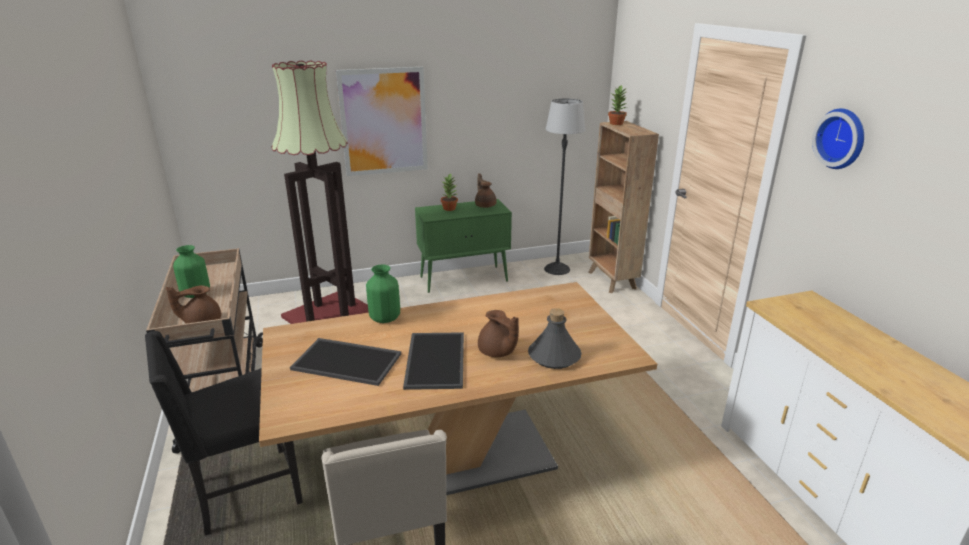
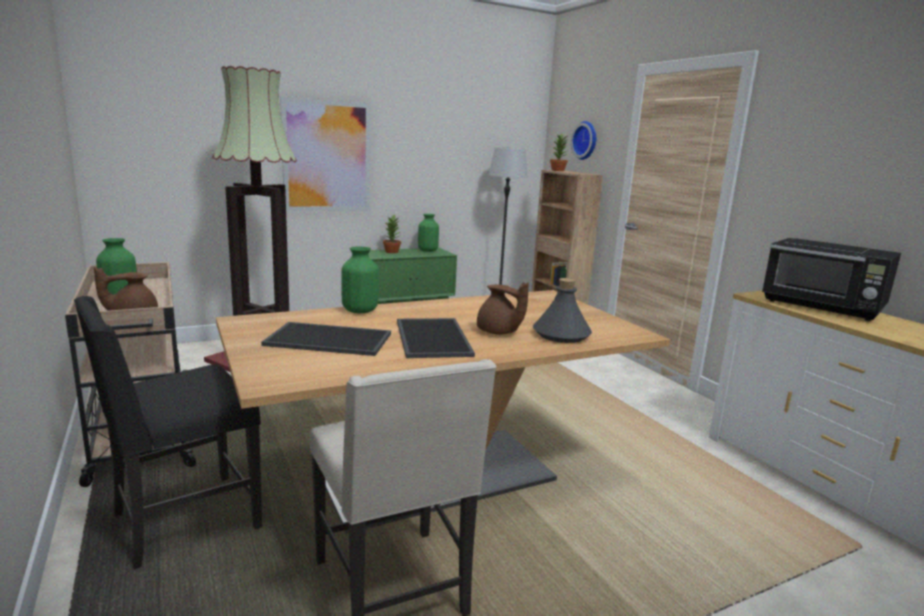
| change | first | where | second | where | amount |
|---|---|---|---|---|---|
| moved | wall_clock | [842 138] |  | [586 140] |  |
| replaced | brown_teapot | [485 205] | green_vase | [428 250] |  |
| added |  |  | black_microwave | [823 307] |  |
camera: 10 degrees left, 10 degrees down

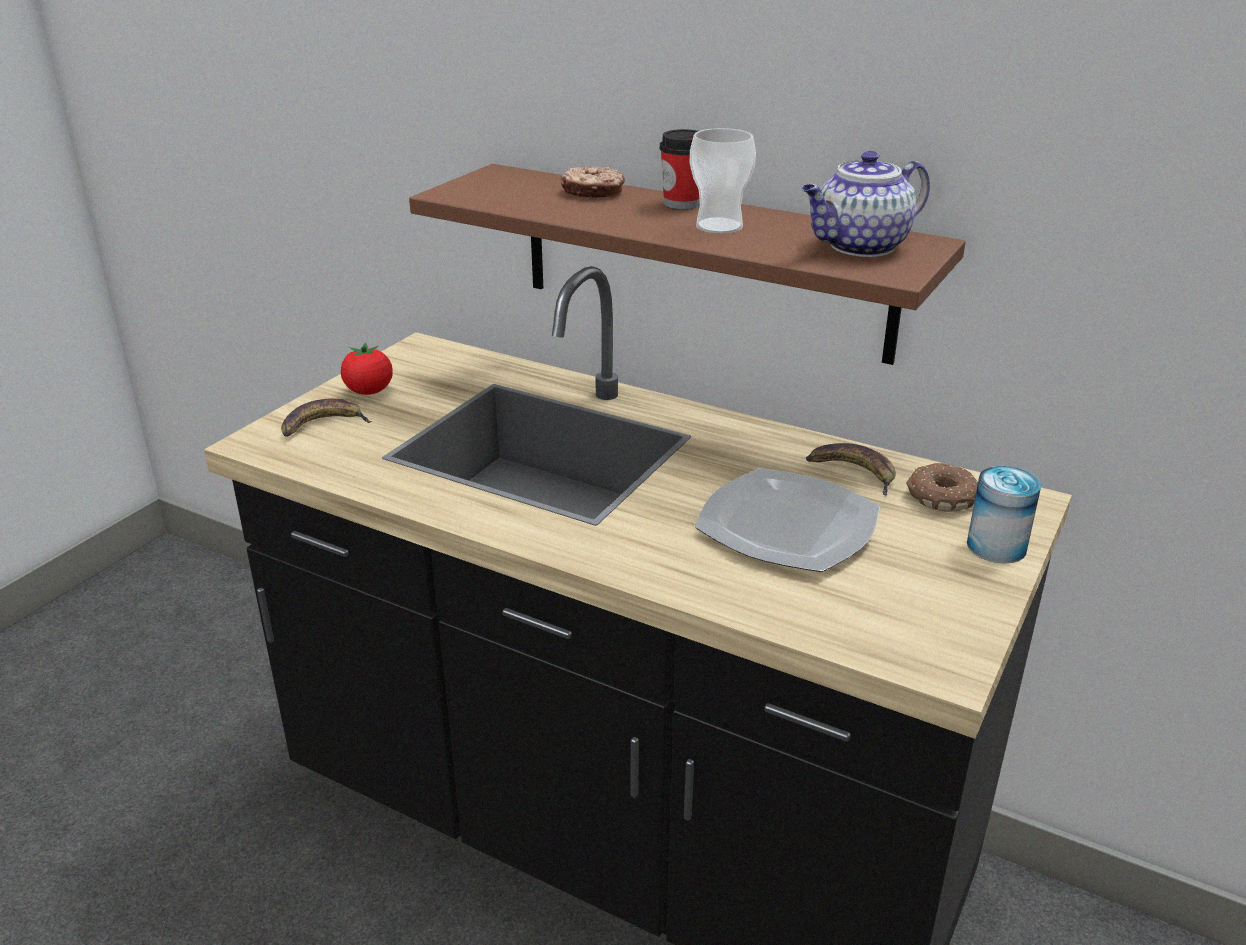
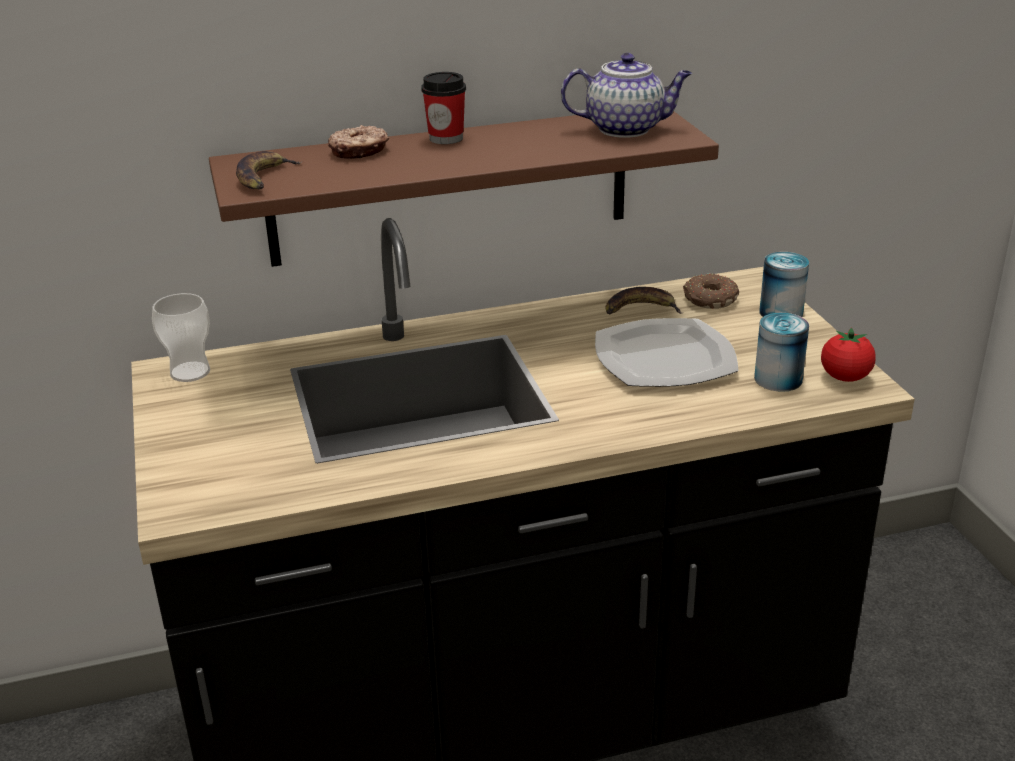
| change | first | where | second | where | amount |
|---|---|---|---|---|---|
| moved | cup | [719 226] |  | [190 372] |  |
| turned | teapot | [860 247] |  | [626 129] | 105 degrees counterclockwise |
| moved | tomato | [369 391] |  | [845 377] |  |
| moved | banana | [322 425] |  | [264 177] |  |
| added |  |  | can | [778 379] |  |
camera: 45 degrees left, 0 degrees up

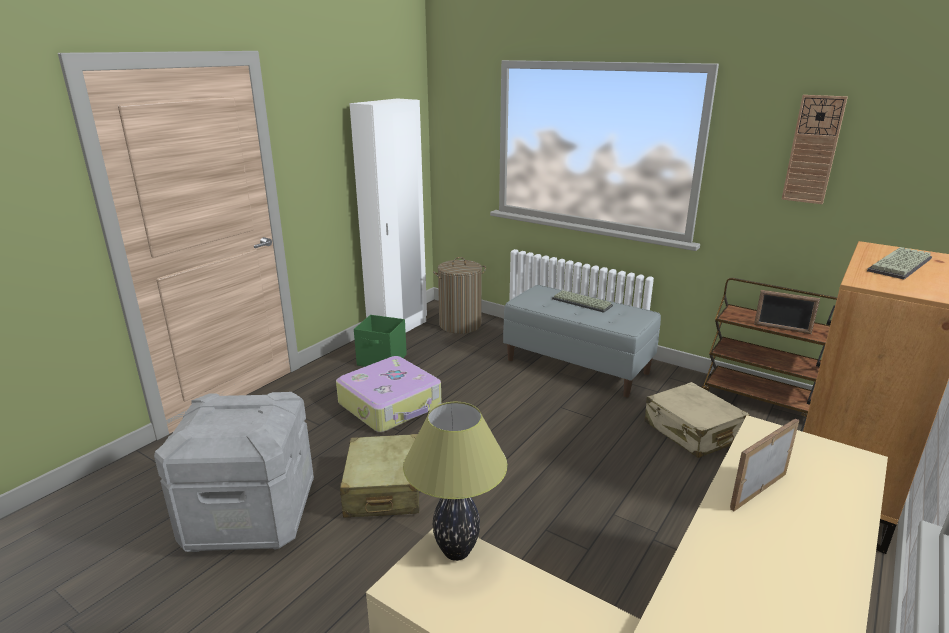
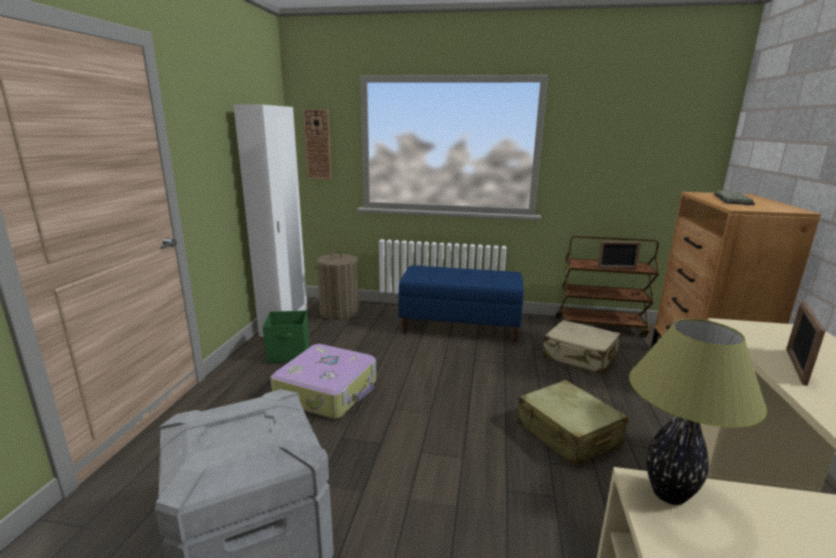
| change | first | where | second | where | amount |
|---|---|---|---|---|---|
| moved | wall_clock | [813 150] |  | [318 145] |  |
| recoloured | grey_bench | [577 366] | blue_bench | [460 327] |  |
| removed | keyboard | [583 302] |  |  |  |
| moved | beige_suitcase | [384 489] |  | [568 434] |  |
camera: 25 degrees left, 5 degrees down

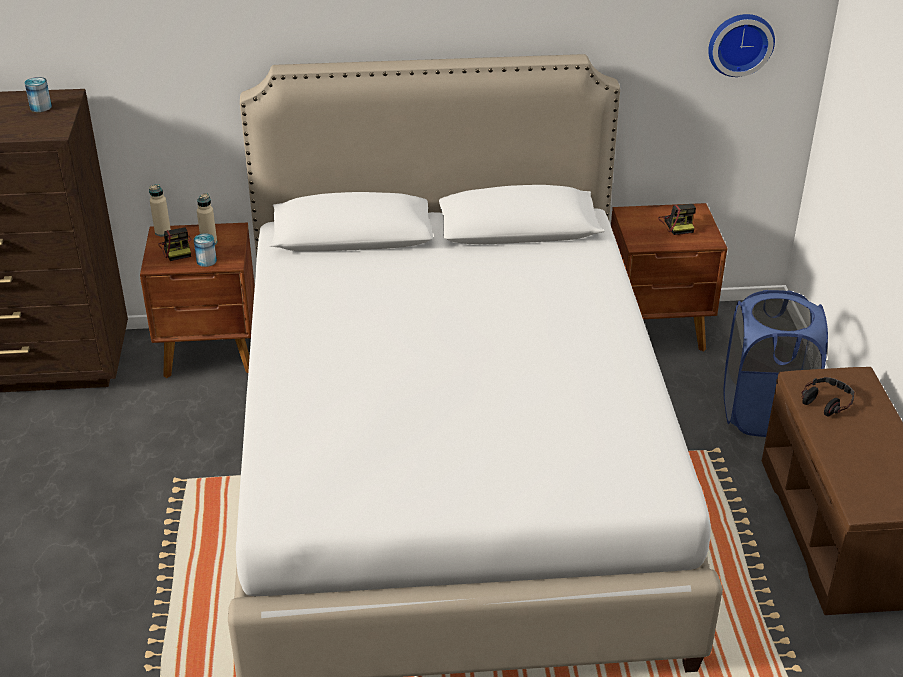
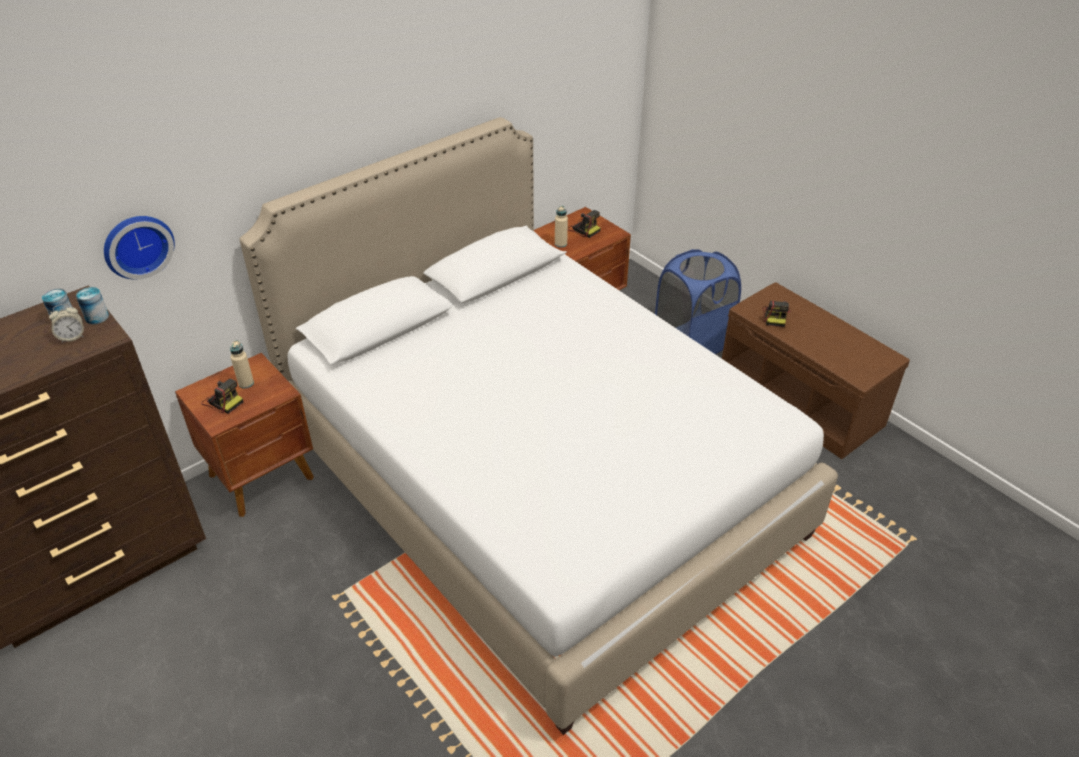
| change | first | where | second | where | amount |
|---|---|---|---|---|---|
| moved | wall_clock | [739 43] |  | [137 245] |  |
| moved | beige_bottle | [162 232] |  | [560 244] |  |
| moved | can | [206 261] |  | [97 317] |  |
| replaced | headphones | [826 401] | photo_camera | [775 316] |  |
| added |  |  | alarm_clock | [72 337] |  |
camera: 35 degrees left, 5 degrees up

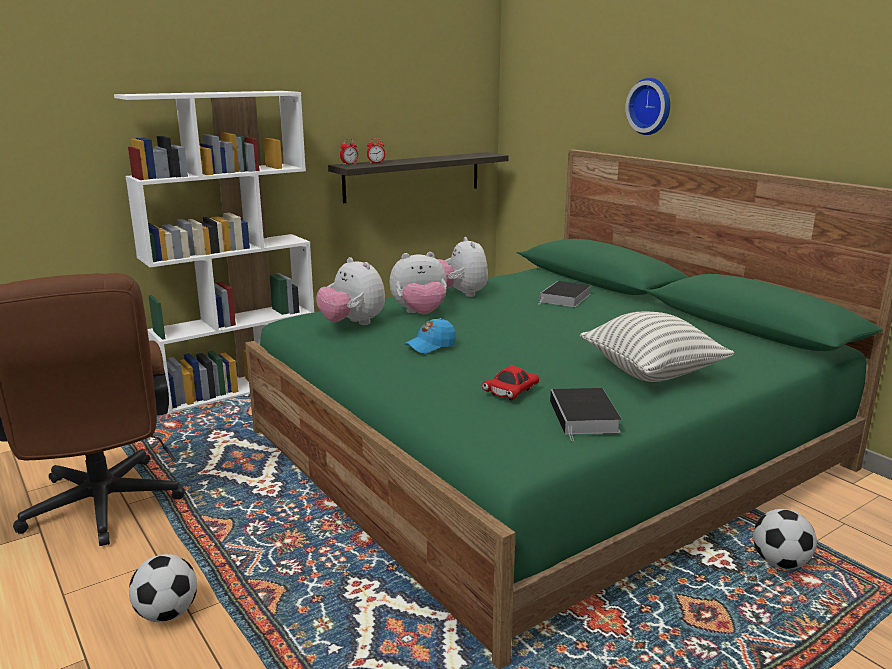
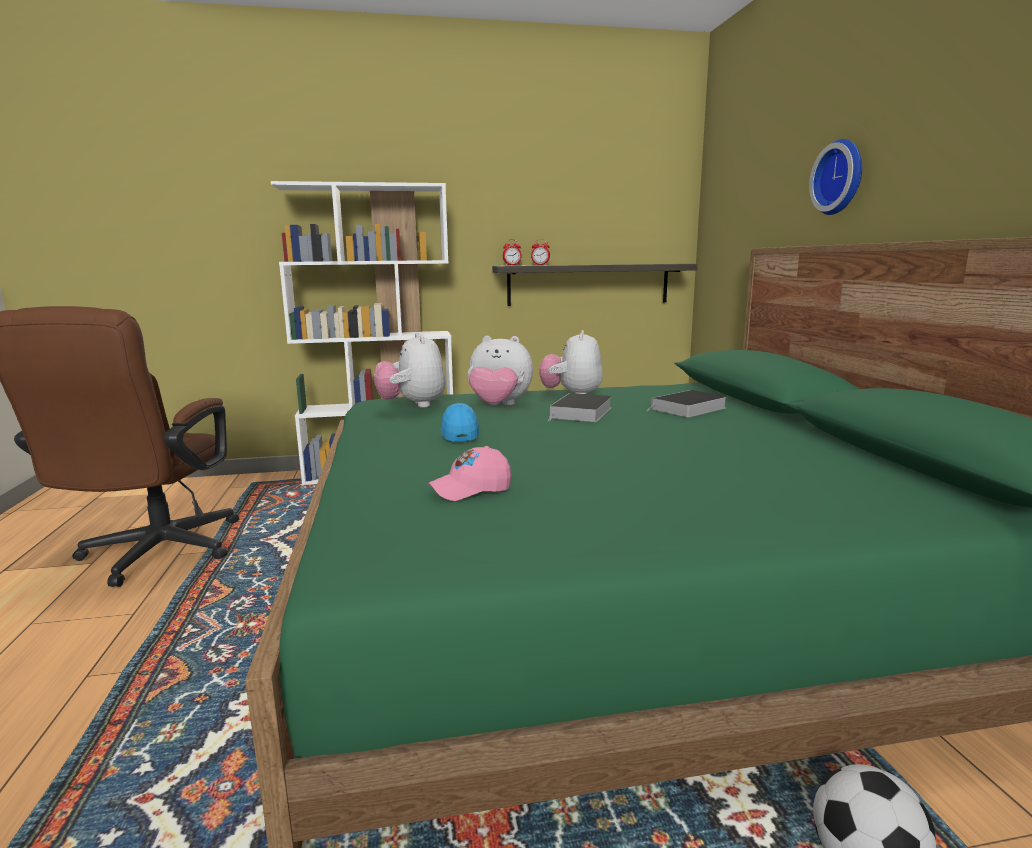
| change | first | where | second | where | amount |
|---|---|---|---|---|---|
| removed | pillow | [651 373] |  |  |  |
| turned | blue_cap | [431 346] |  | [459 433] | 90 degrees clockwise |
| replaced | red_toy_car | [511 393] | pink_cap | [470 489] |  |
| moved | book | [585 417] |  | [581 413] |  |
| removed | football | [167 613] |  |  |  |
camera: 25 degrees right, 5 degrees down

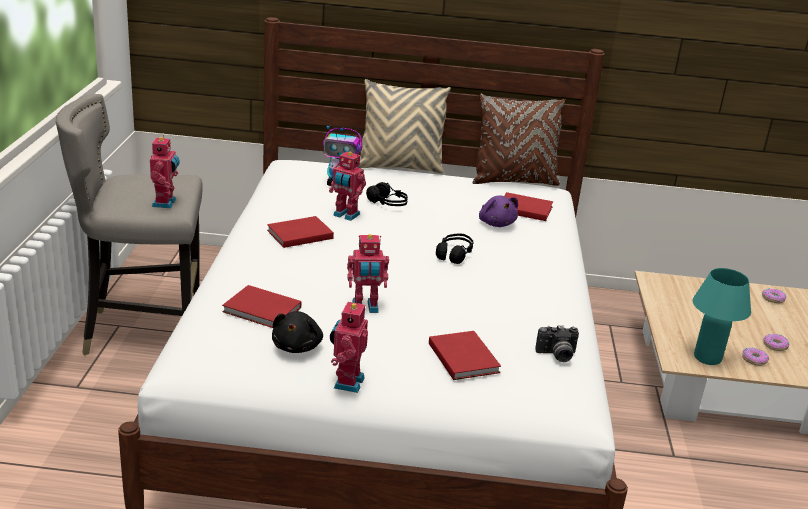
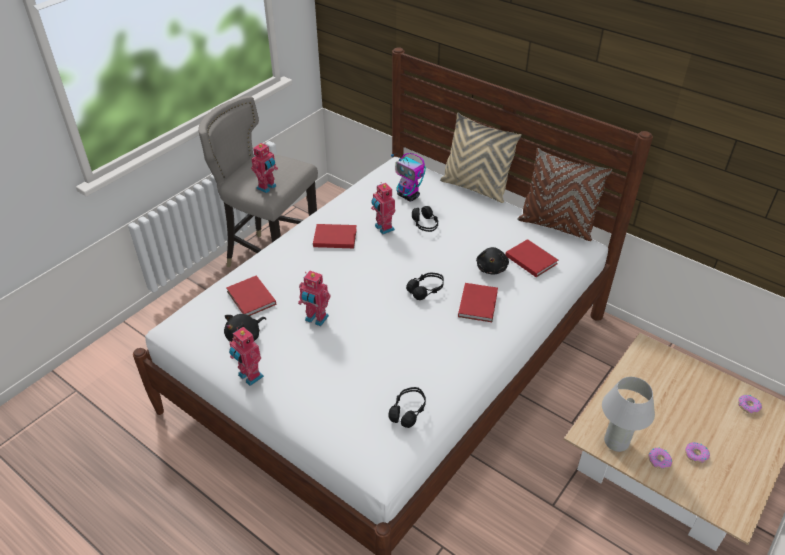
| change | first | where | second | where | amount |
|---|---|---|---|---|---|
| recoloured | purple_plush_toy | [496 223] | black_plush_toy | [491 268] |  |
| recoloured | turquoise_table_lamp | [707 358] | white_table_lamp | [616 442] |  |
| turned | toy_robot | [346 382] |  | [249 377] | 90 degrees counterclockwise |
| replaced | photo_camera | [556 355] | black_headphones | [408 411] |  |
| moved | red_book | [463 356] |  | [479 303] |  |
camera: 35 degrees right, 15 degrees up

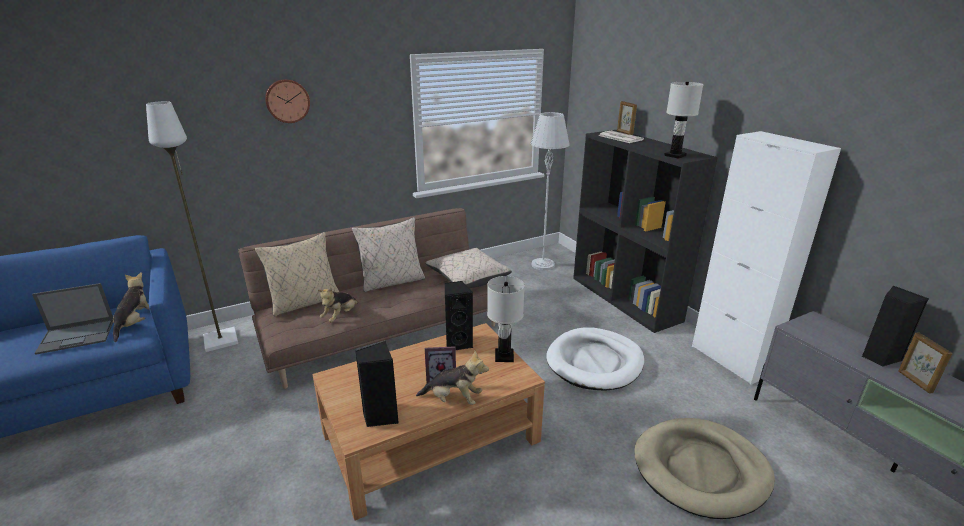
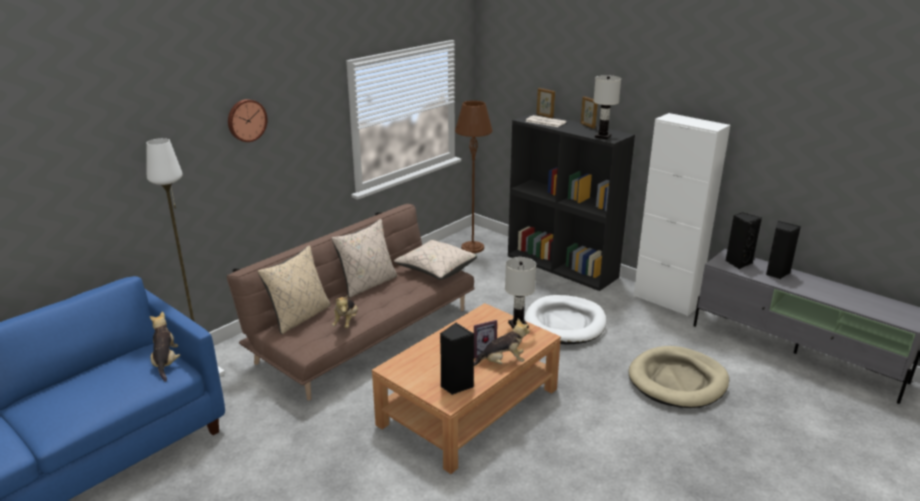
| change | first | where | second | where | amount |
|---|---|---|---|---|---|
| recoloured | grey_floor_lamp | [543 265] | brown_floor_lamp | [472 248] |  |
| moved | black_speaker | [458 343] |  | [738 263] |  |
| removed | laptop | [78 336] |  |  |  |
| moved | picture_frame | [914 382] |  | [587 126] |  |
camera: 20 degrees left, 0 degrees up

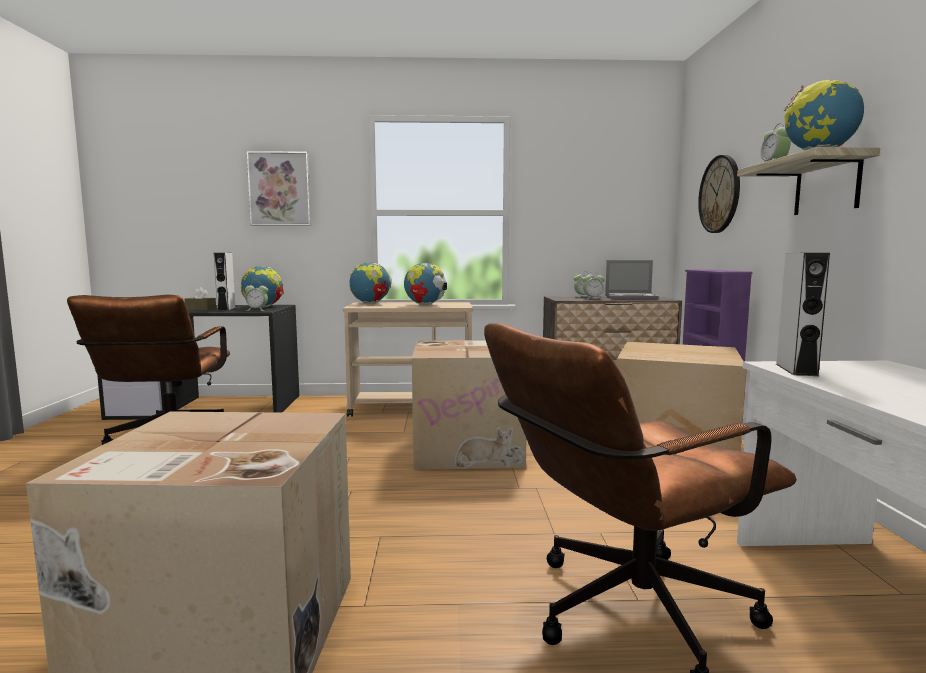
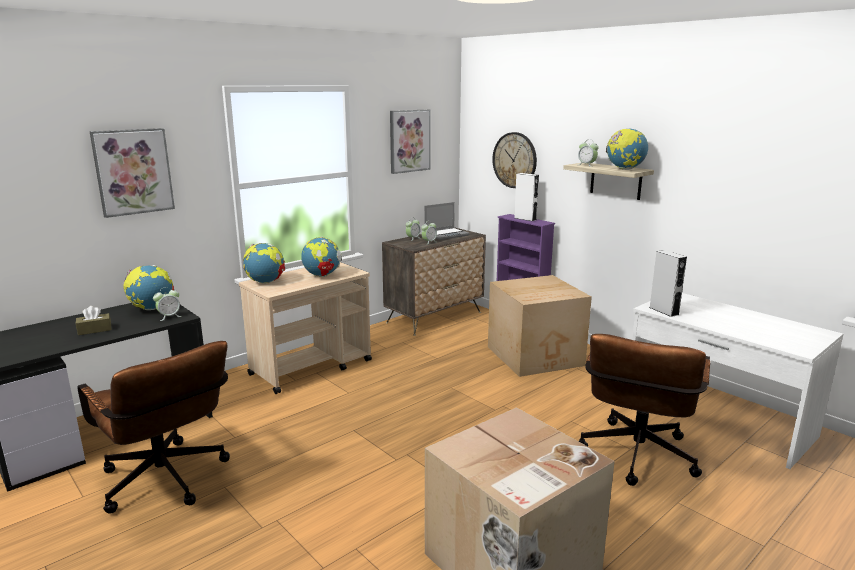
| change | first | where | second | where | amount |
|---|---|---|---|---|---|
| moved | white_speaker | [226 309] |  | [525 219] |  |
| removed | cardboard_box | [469 448] |  |  |  |
| added |  |  | picture | [409 141] |  |
camera: 40 degrees left, 10 degrees up

